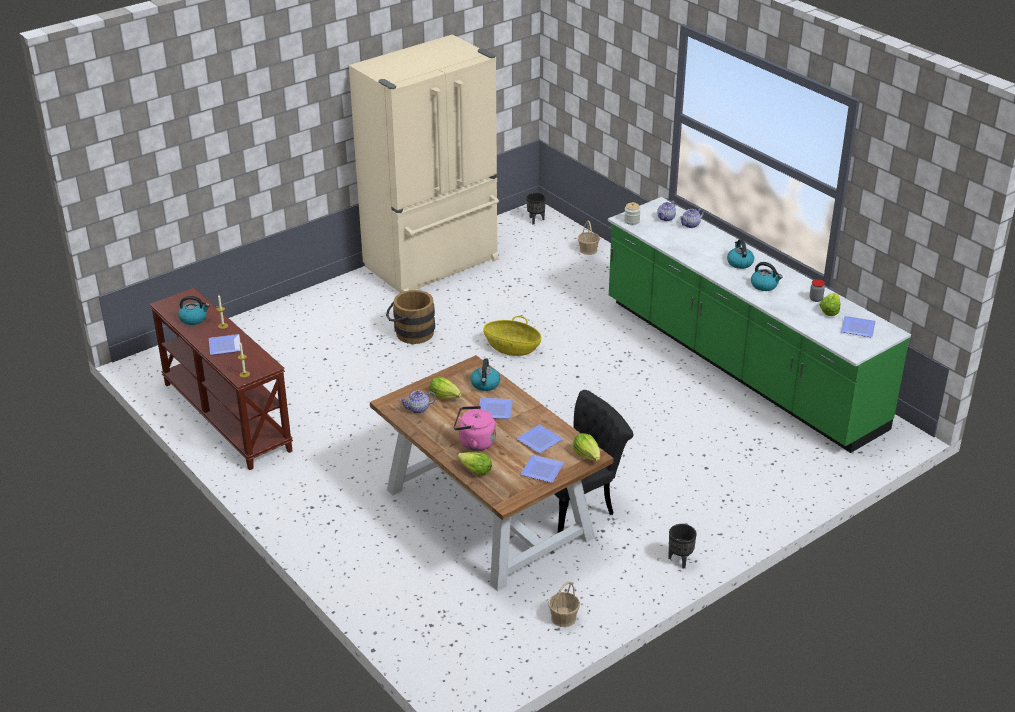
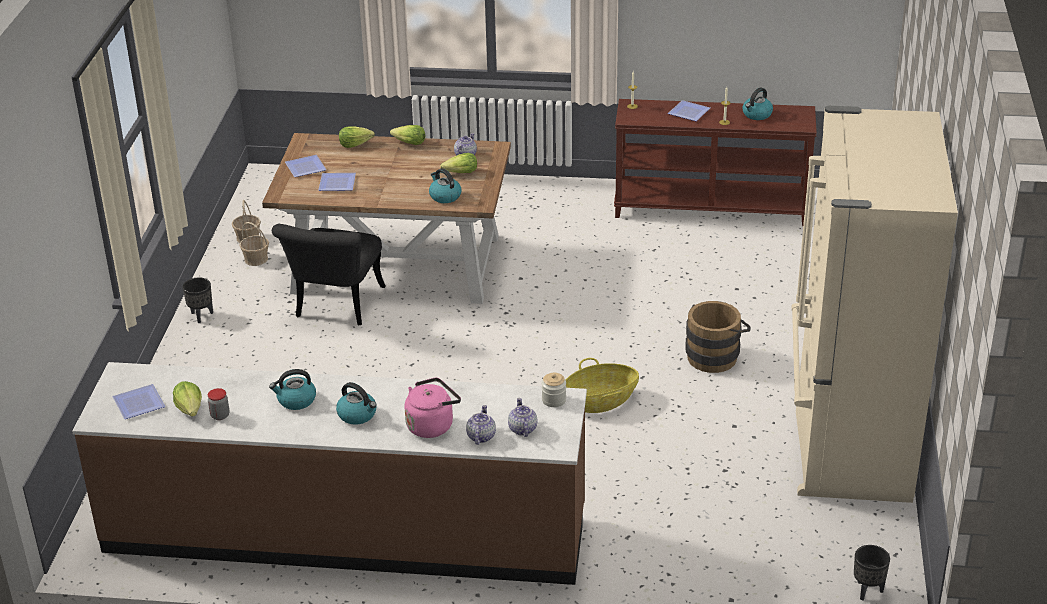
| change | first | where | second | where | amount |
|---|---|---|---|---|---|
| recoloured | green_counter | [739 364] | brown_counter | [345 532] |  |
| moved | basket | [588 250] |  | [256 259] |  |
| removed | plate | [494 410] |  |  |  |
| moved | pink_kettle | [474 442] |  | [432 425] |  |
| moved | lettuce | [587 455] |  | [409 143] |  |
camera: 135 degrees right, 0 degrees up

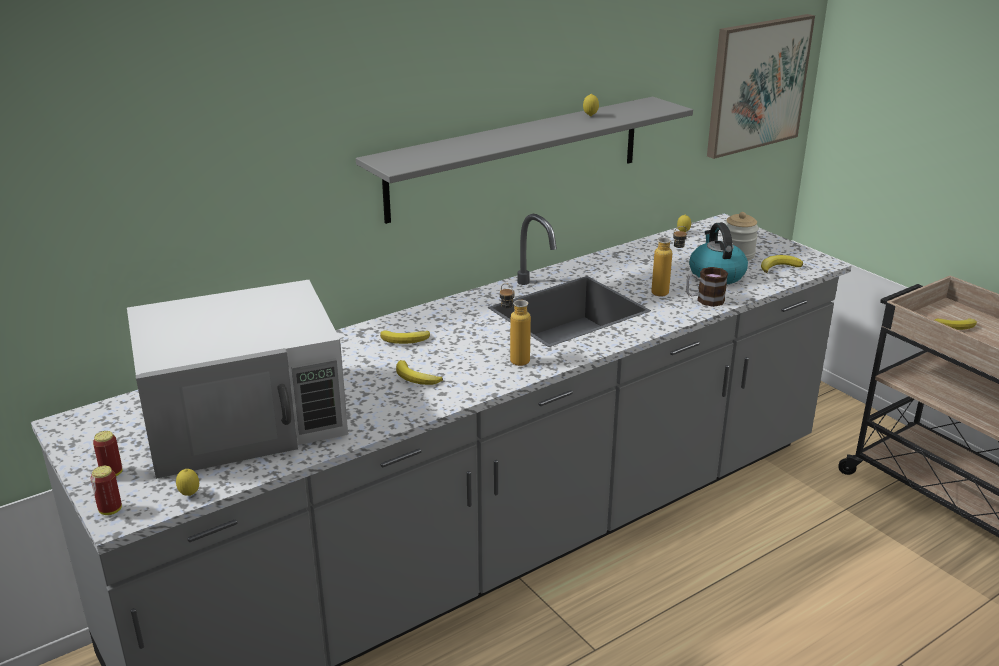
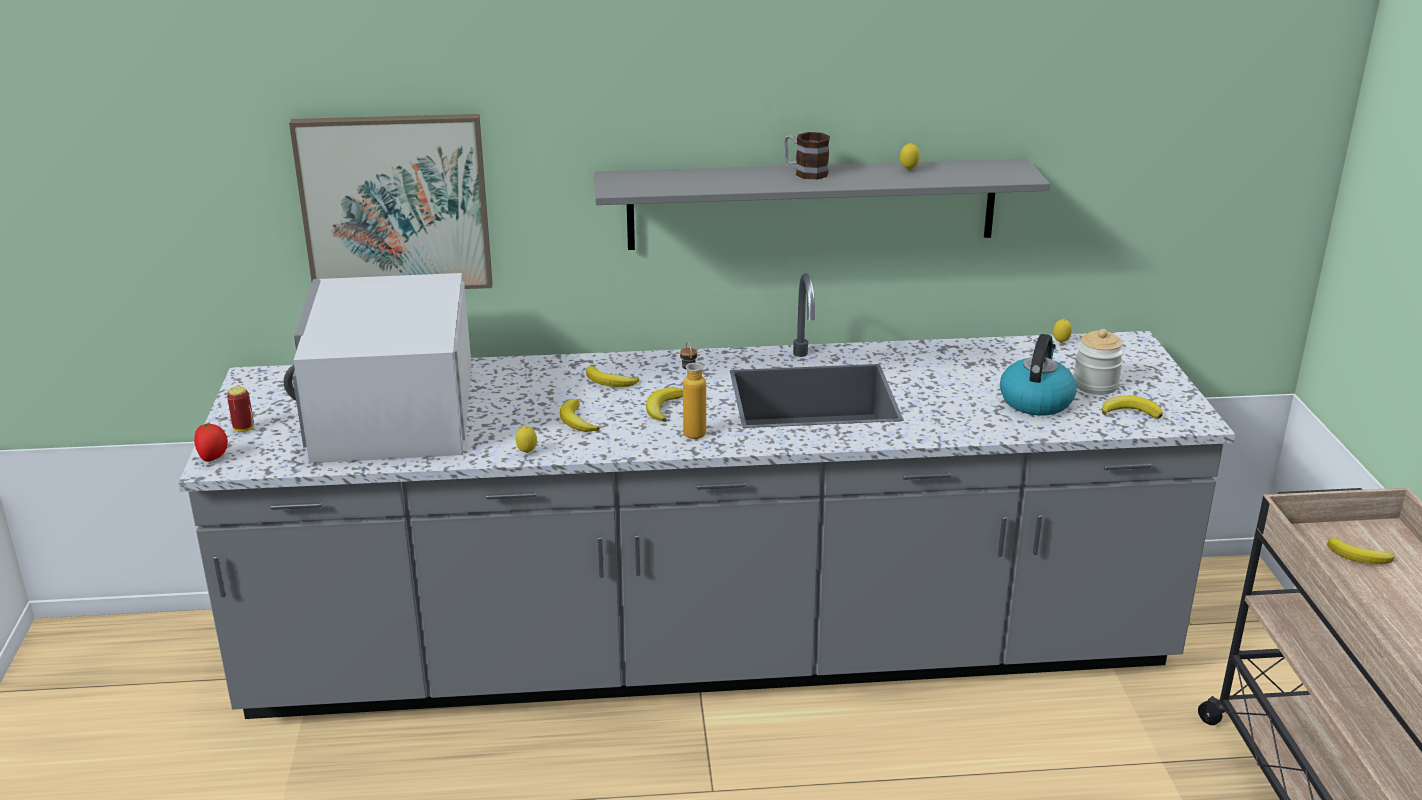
| change | first | where | second | where | amount |
|---|---|---|---|---|---|
| moved | picture | [757 85] |  | [395 203] |  |
| removed | bottle | [666 292] |  |  |  |
| moved | mug | [704 300] |  | [805 172] |  |
| turned | white_microwave | [245 417] |  | [391 413] | 75 degrees clockwise |
| replaced | can | [110 510] | tomato | [214 458] |  |
| moved | lemon | [190 495] |  | [527 452] |  |
| added |  |  | banana | [663 407] |  |
camera: 30 degrees right, 0 degrees up

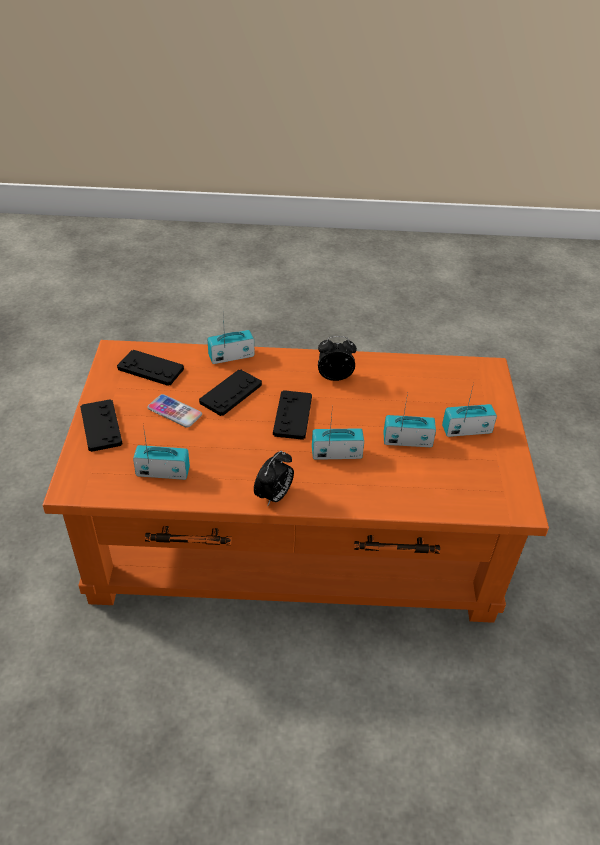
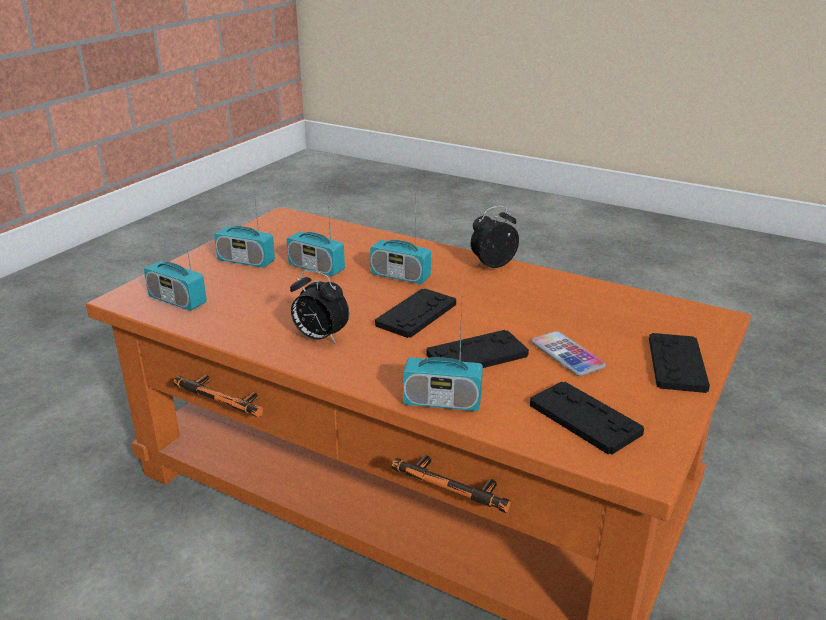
| change | first | where | second | where | amount |
|---|---|---|---|---|---|
| moved | radio | [163 472] |  | [177 300] |  |
camera: 150 degrees left, 15 degrees down

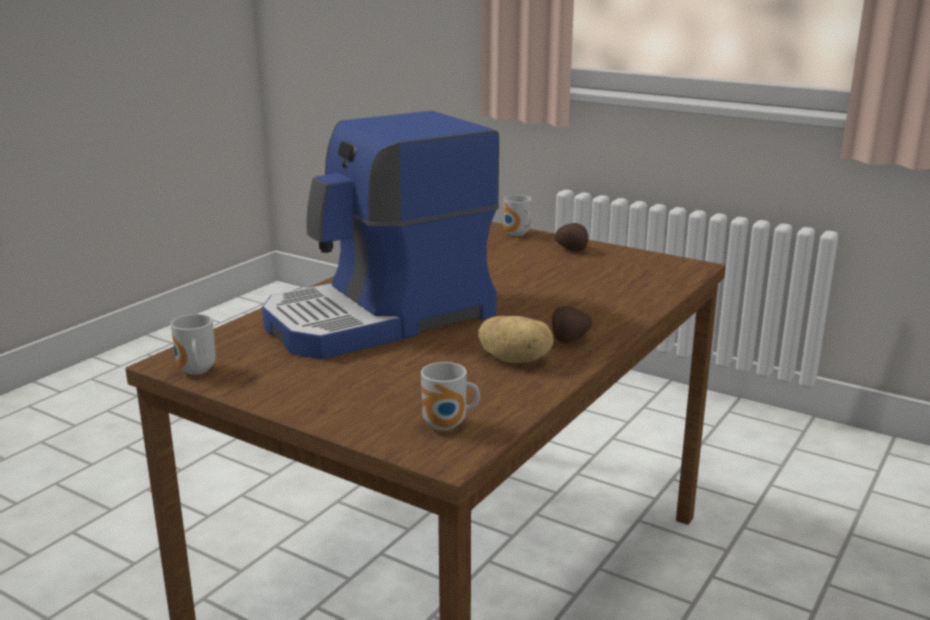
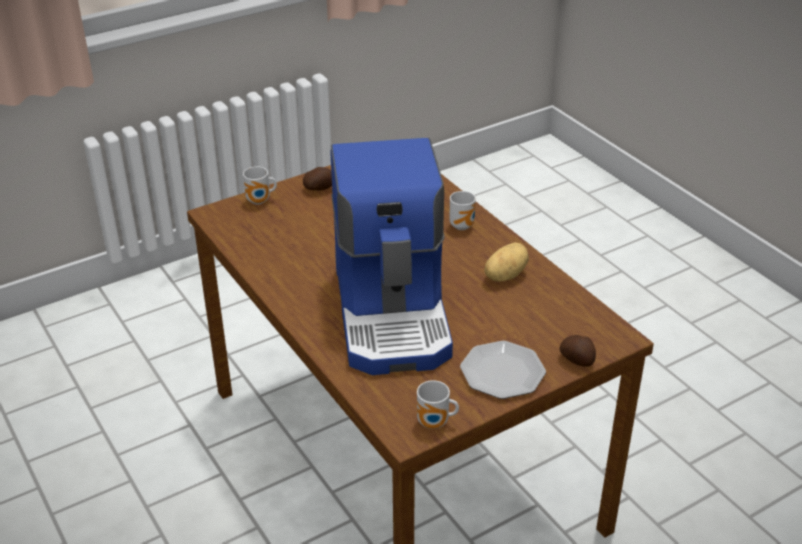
| change | first | where | second | where | amount |
|---|---|---|---|---|---|
| moved | potato | [569 340] |  | [577 360] |  |
| moved | mug | [447 426] |  | [463 225] |  |
| added |  |  | plate | [502 373] |  |
camera: 65 degrees left, 15 degrees up

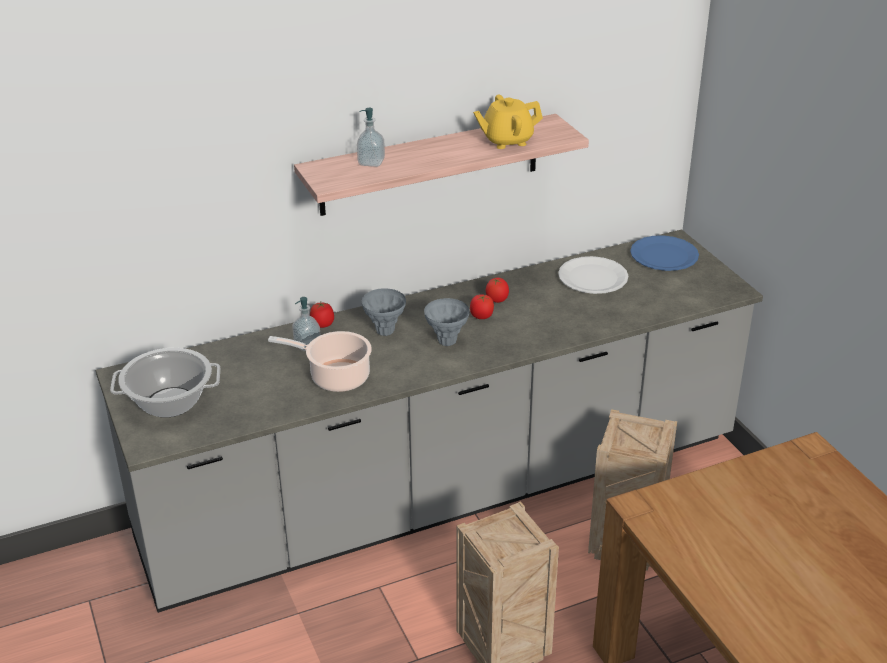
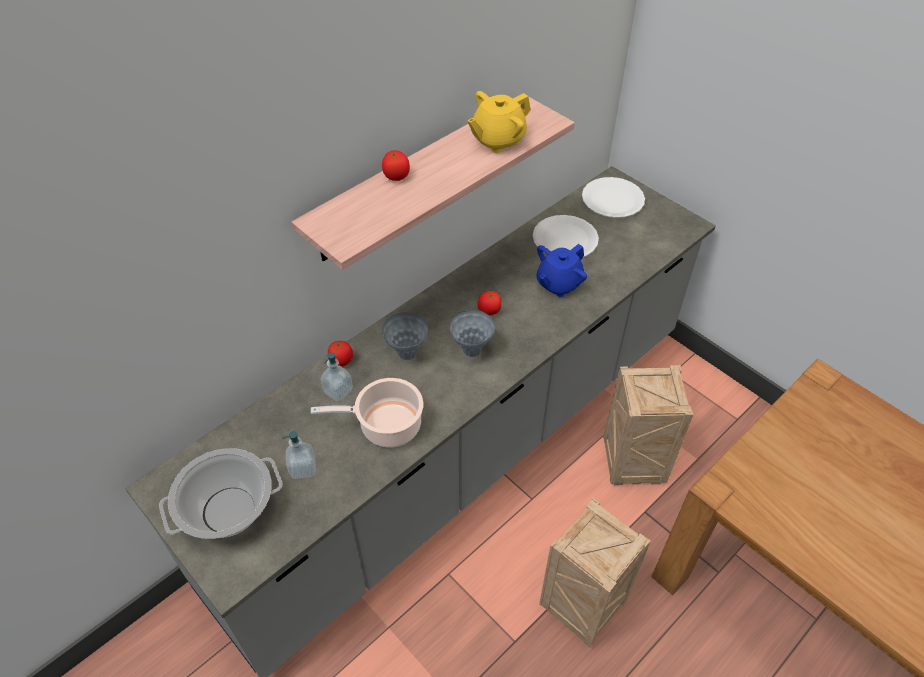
| change | first | where | second | where | amount |
|---|---|---|---|---|---|
| moved | soap_dispenser | [371 162] |  | [303 468] |  |
| recoloured | blue_plate | [664 255] | white_plate | [612 199] |  |
| moved | tomato | [497 299] |  | [396 176] |  |
| added |  |  | blue_teapot | [558 284] |  |
camera: 20 degrees left, 15 degrees up

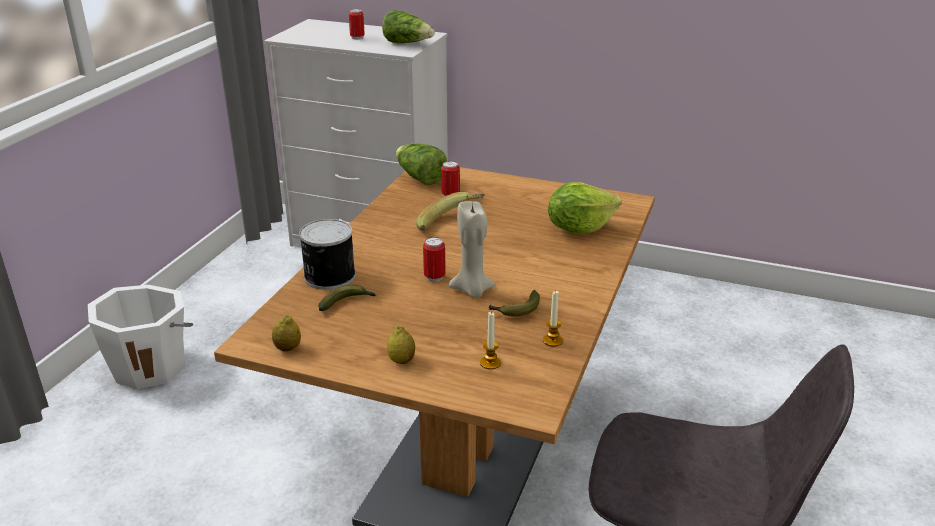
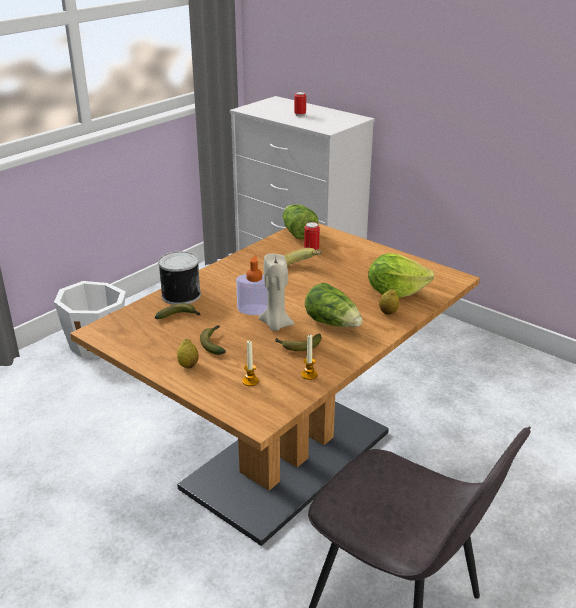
| change | first | where | second | where | amount |
|---|---|---|---|---|---|
| moved | lettuce | [407 43] |  | [333 323] |  |
| replaced | can | [434 277] | soap_dispenser | [255 310] |  |
| moved | lemon | [288 348] |  | [388 313] |  |
| added |  |  | banana | [214 343] |  |
camera: 20 degrees right, 0 degrees up

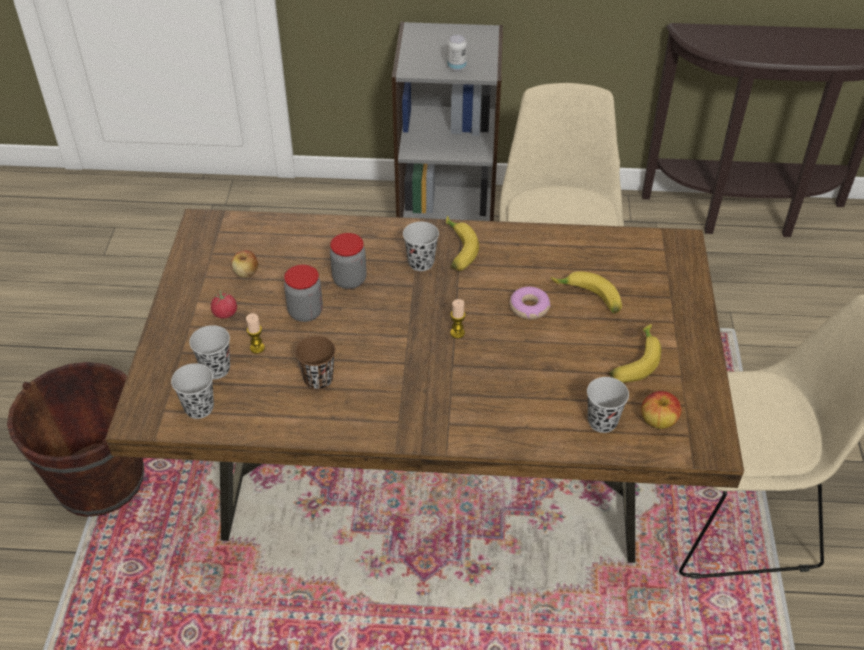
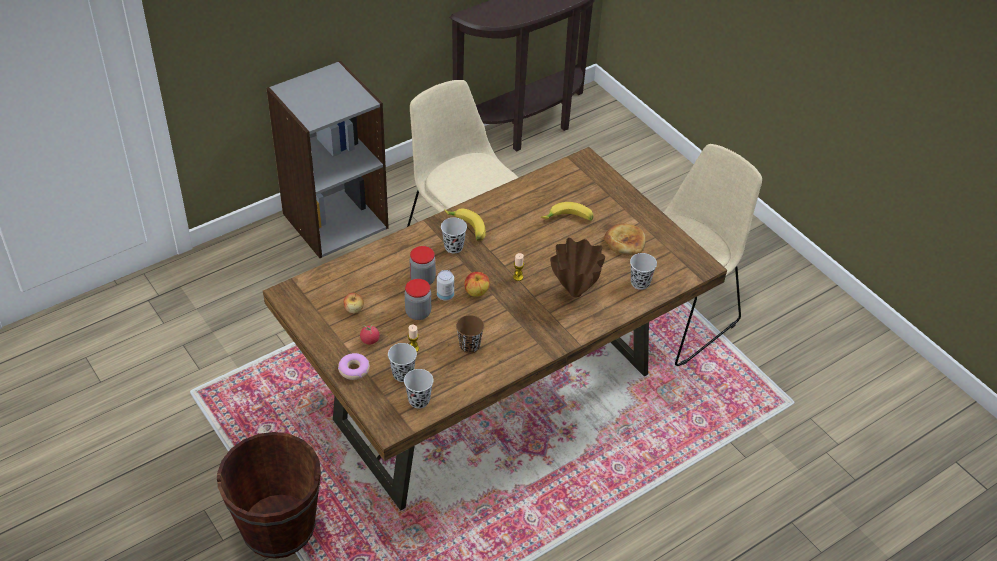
| change | first | where | second | where | amount |
|---|---|---|---|---|---|
| moved | can | [456 67] |  | [445 295] |  |
| moved | donut | [529 307] |  | [354 370] |  |
| replaced | banana | [633 361] | bread | [624 242] |  |
| moved | apple | [658 421] |  | [476 292] |  |
| added |  |  | brown_vase | [575 292] |  |
camera: 40 degrees left, 0 degrees up

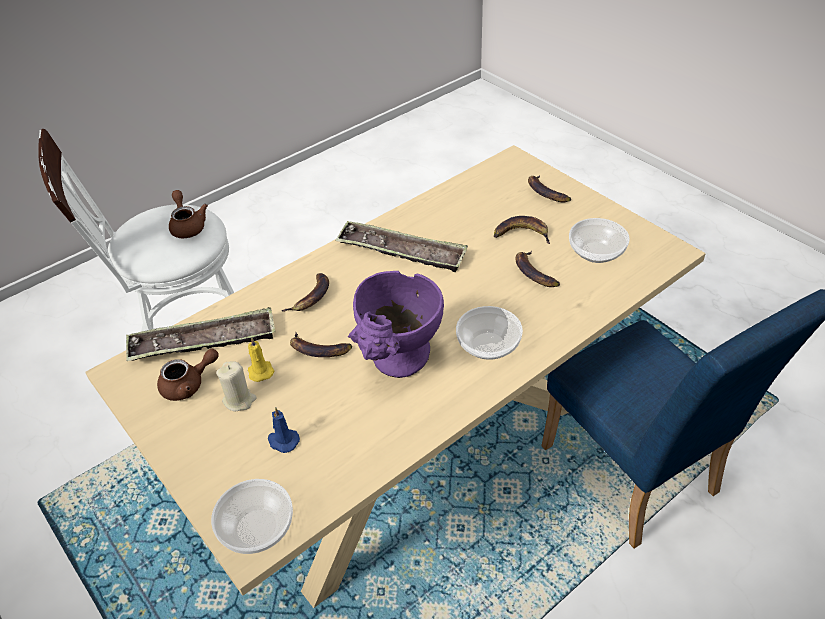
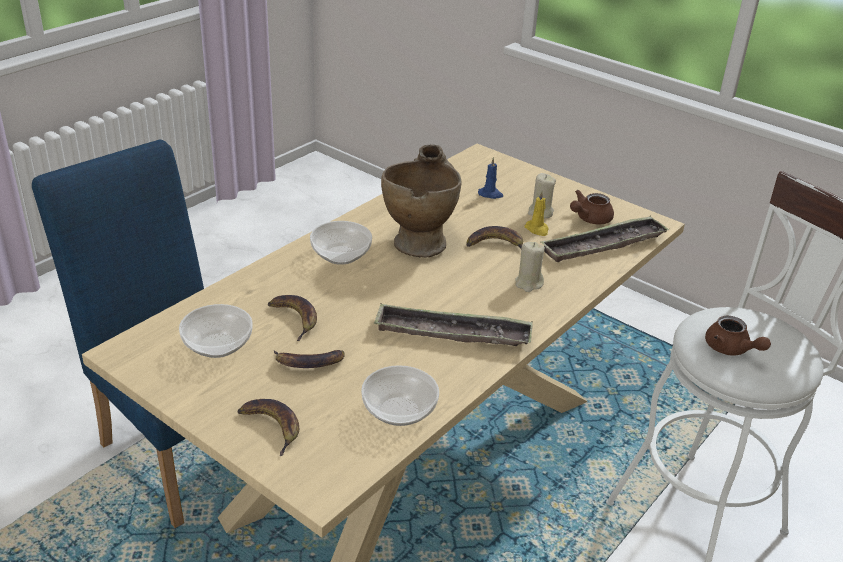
| change | first | where | second | where | amount |
|---|---|---|---|---|---|
| recoloured | purple_vase | [398 363] | beige_vase | [419 239] |  |
| replaced | banana | [311 297] | beige_candle | [528 283] |  |
| moved | bowl | [255 528] |  | [400 411] |  |
camera: 165 degrees right, 10 degrees down

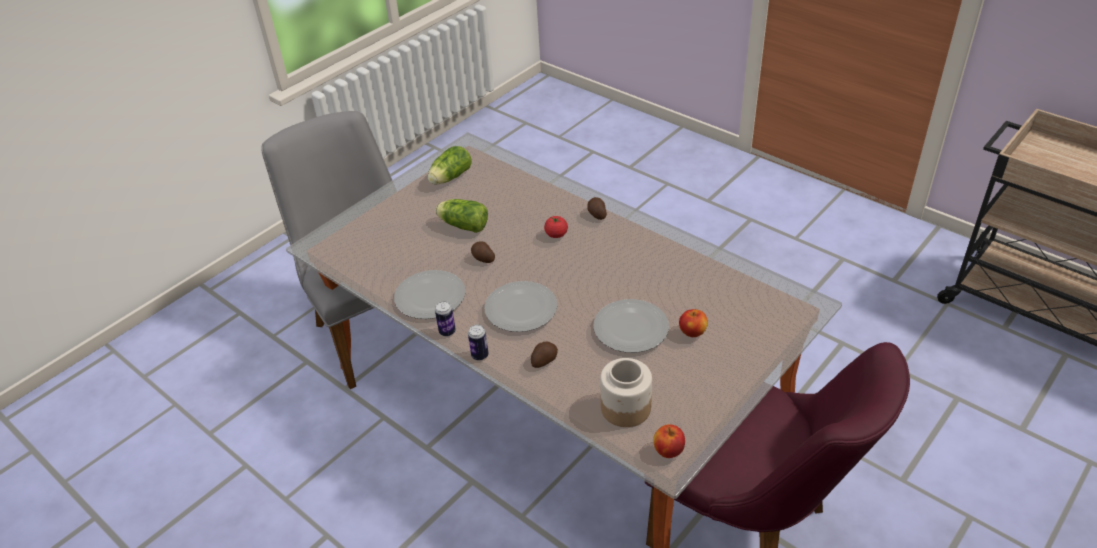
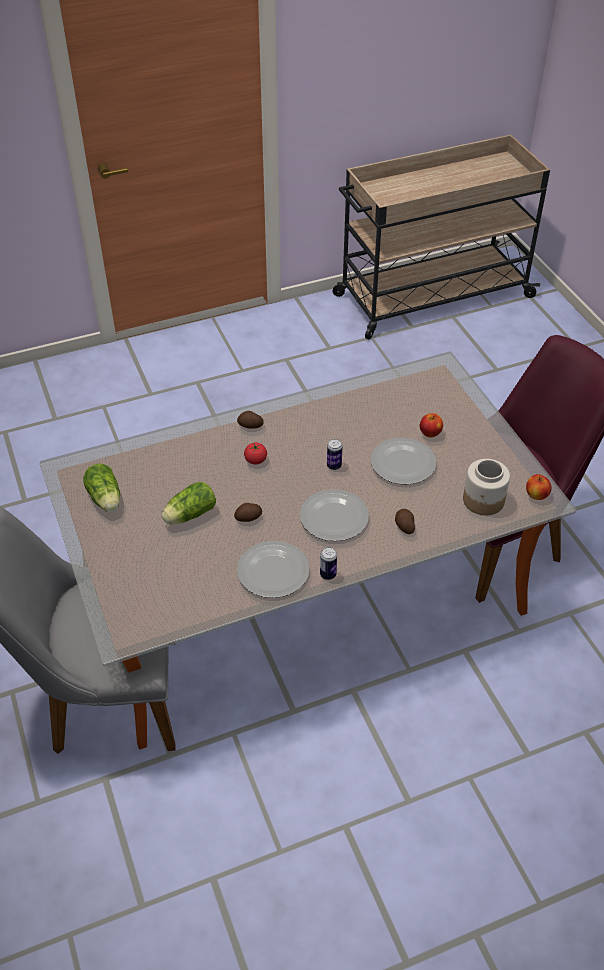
| change | first | where | second | where | amount |
|---|---|---|---|---|---|
| moved | can | [480 355] |  | [334 466] |  |
camera: 65 degrees left, 5 degrees up

